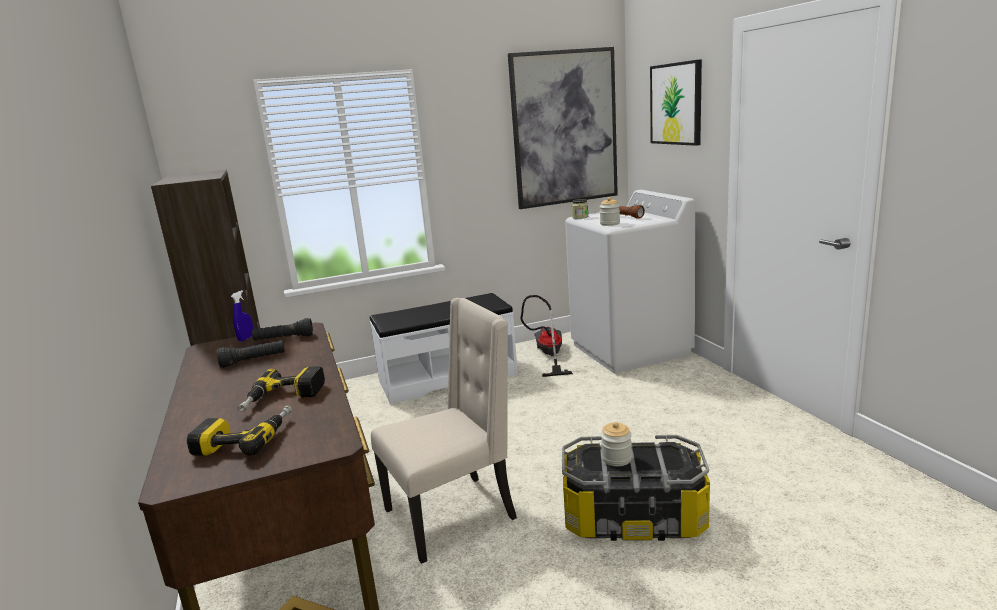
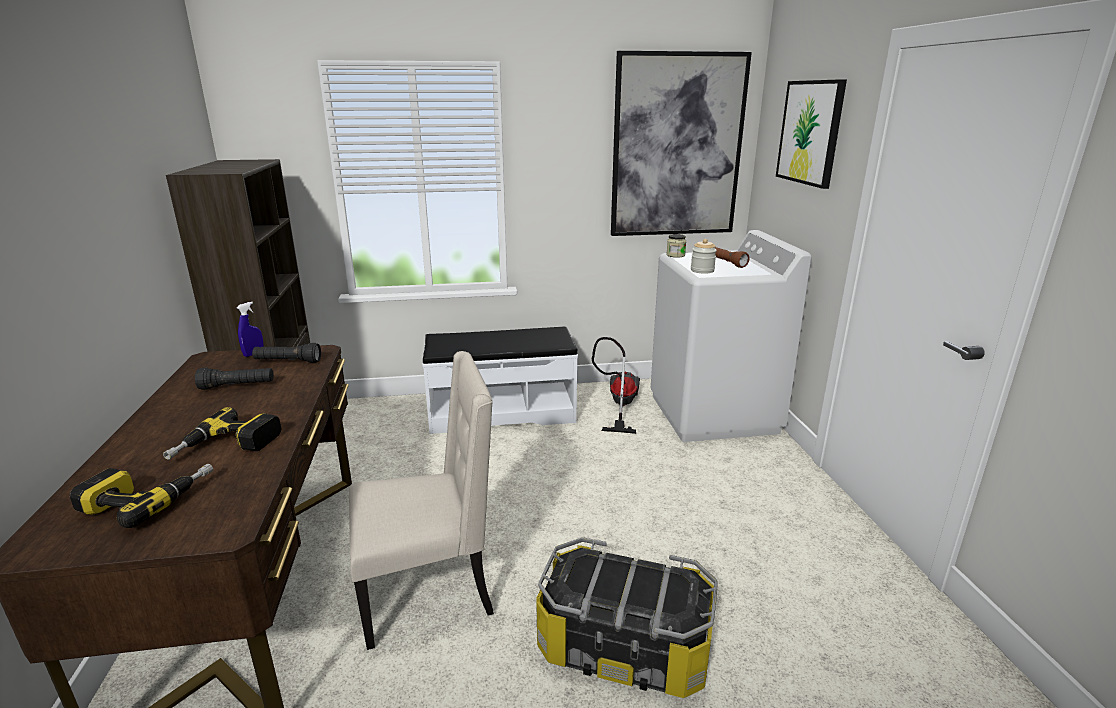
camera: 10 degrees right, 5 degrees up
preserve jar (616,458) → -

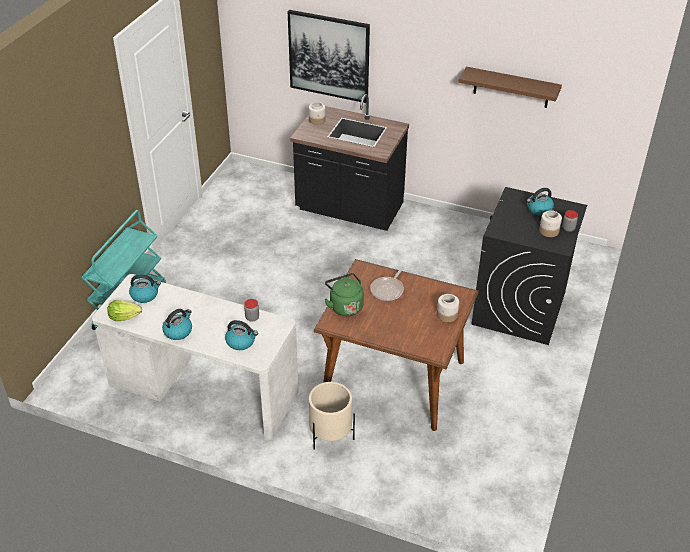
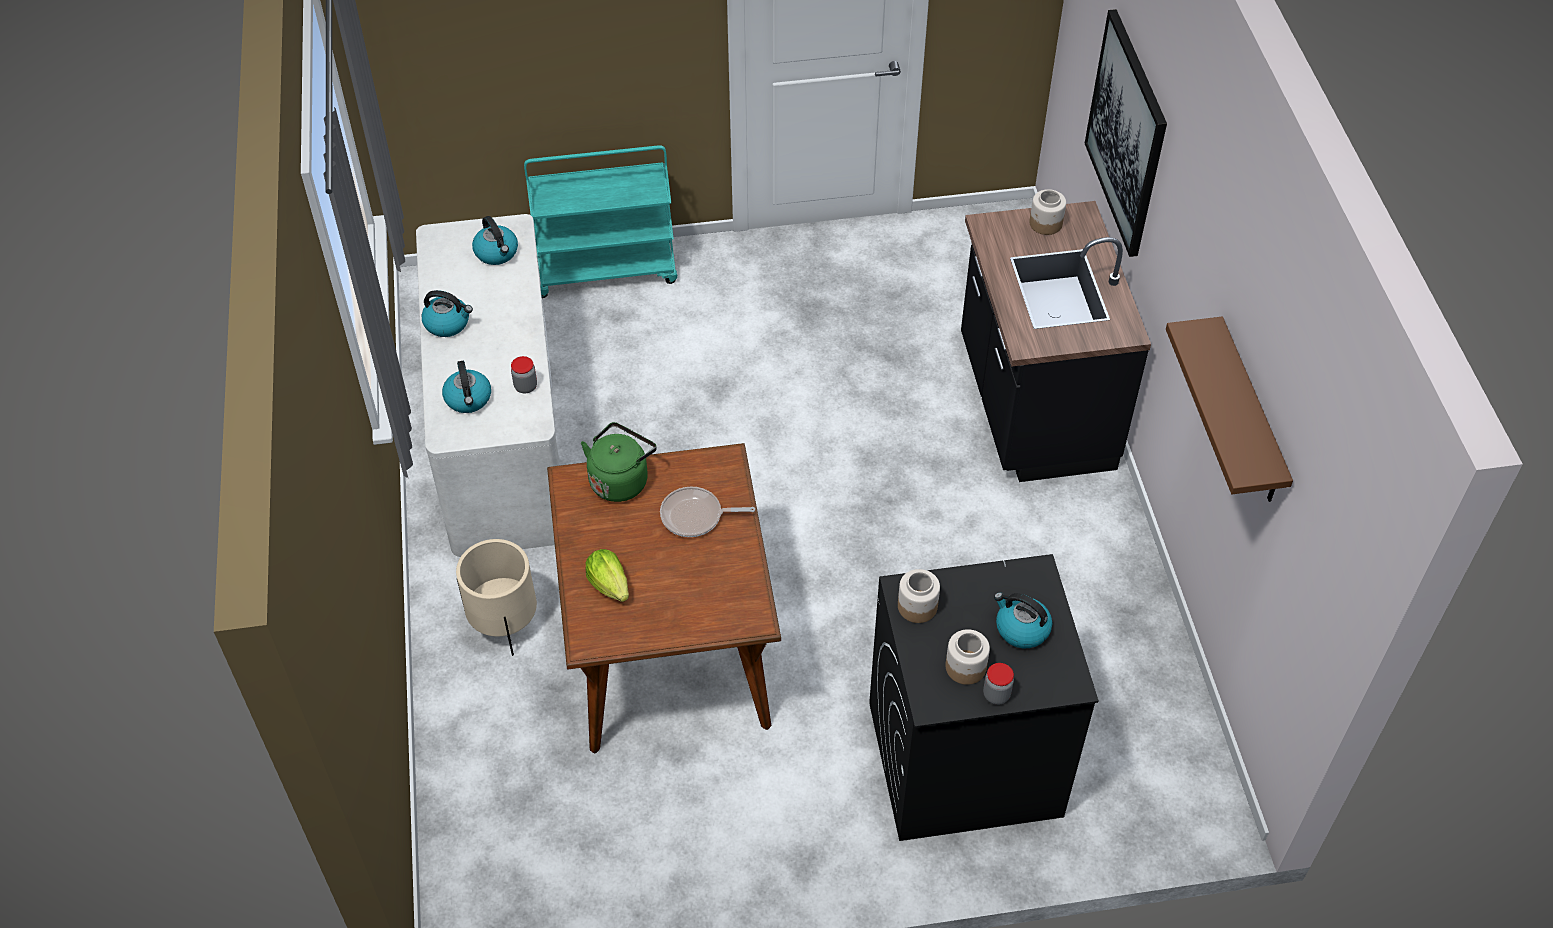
camera: 60 degrees right, 10 degrees up
lettuce head (124,317) → lettuce head (609,584), moved
preserve jar (447,315) → preserve jar (917,607), moved

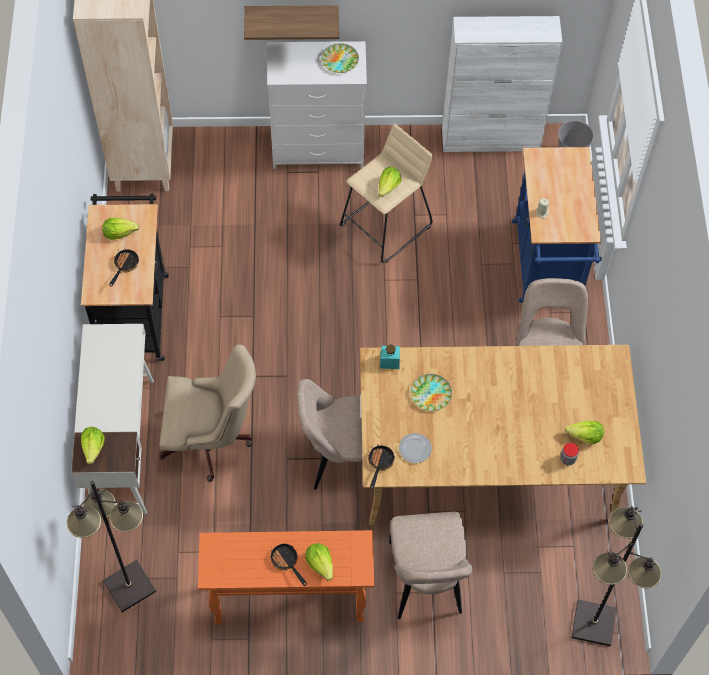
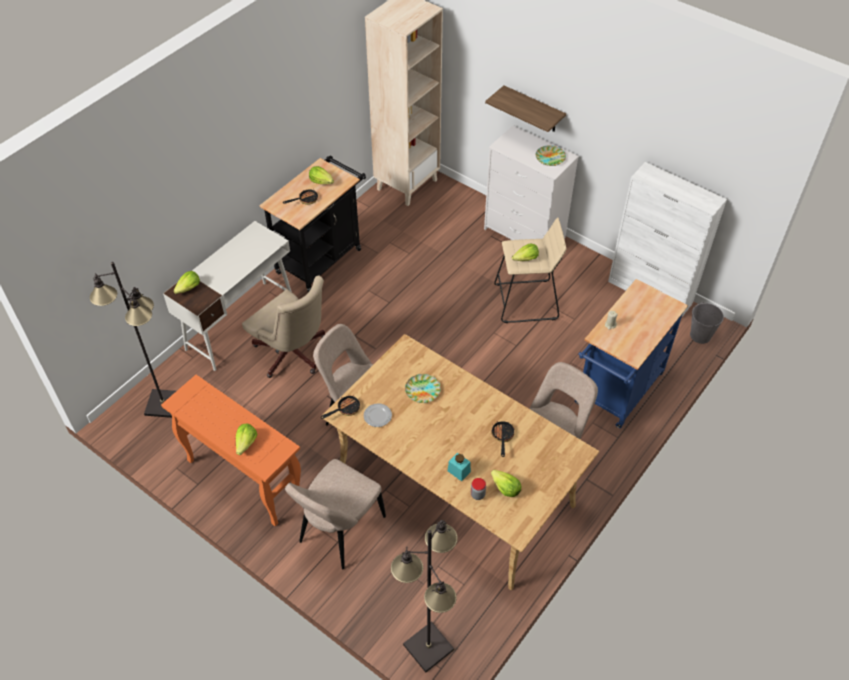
camera: 40 degrees right, 10 degrees down
pan (286,562) → pan (502,437), moved
turquoise preserve jar (389,361) → turquoise preserve jar (459,471), moved

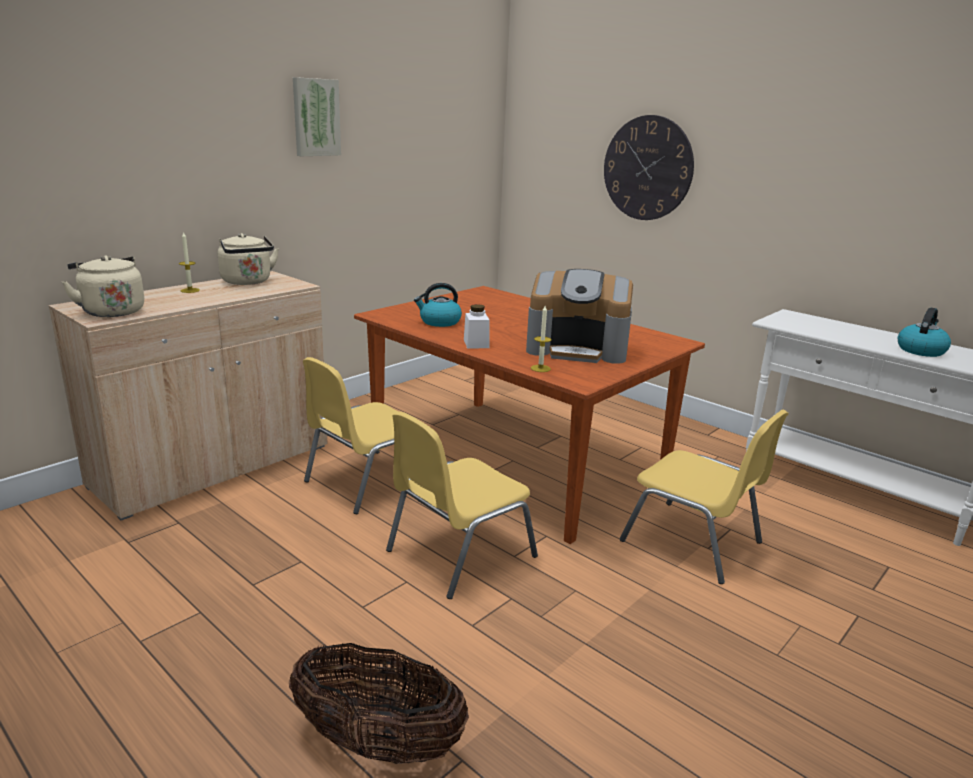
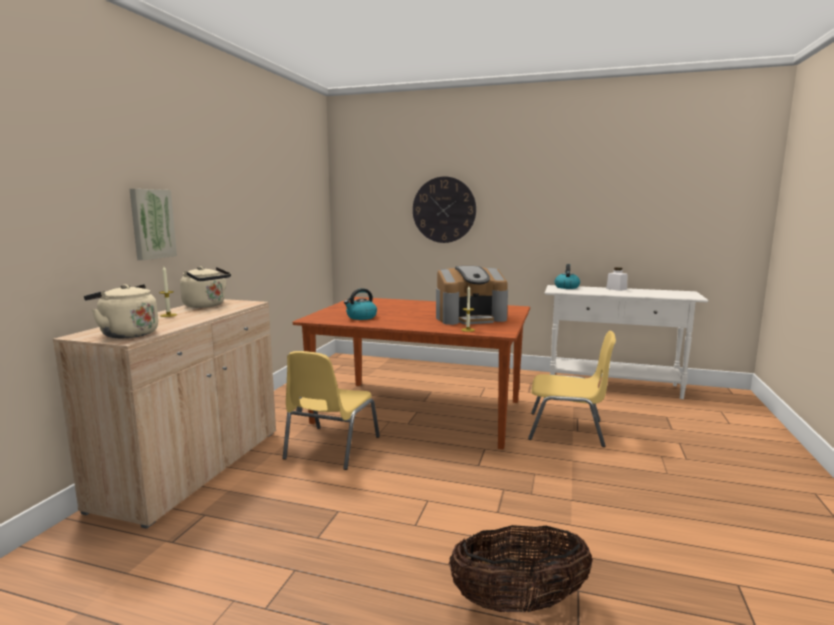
camera: 25 degrees left, 10 degrees down
yellowish chair (458,553) → -
wall picture (315,117) → wall picture (151,224), moved
white-coloured preserve jar (476,343) → white-coloured preserve jar (616,289), moved
tea kettle (920,350) → tea kettle (566,287), moved

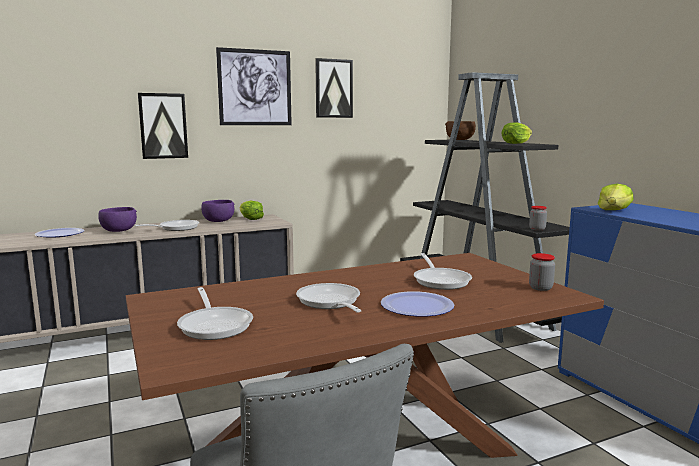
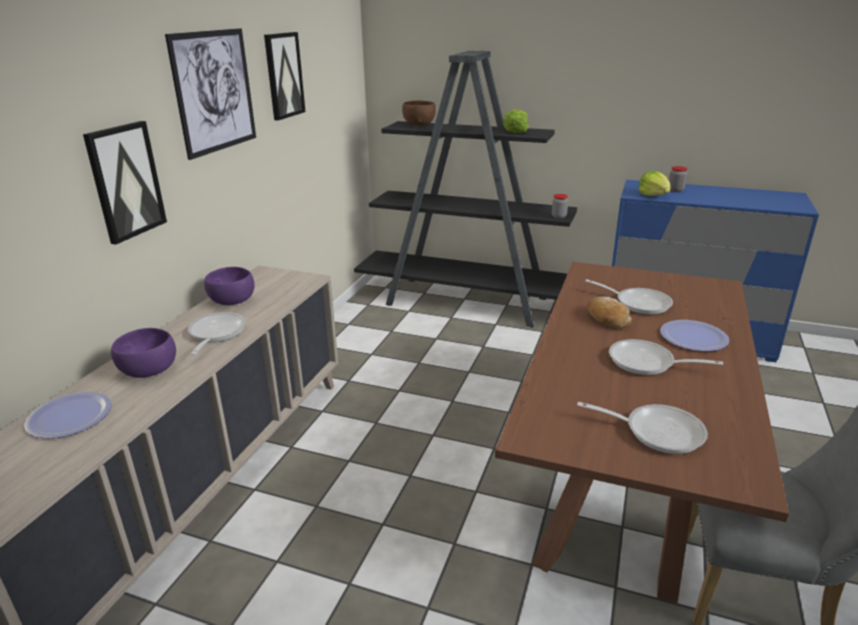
camera: 45 degrees left, 15 degrees up
lettuce head (250,219) → -
- → bread (607,319)
preserve jar (540,288) → preserve jar (675,190), moved

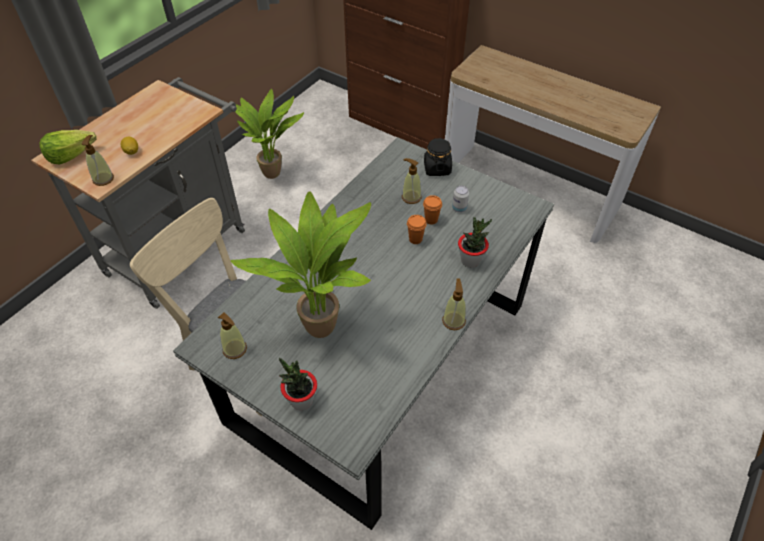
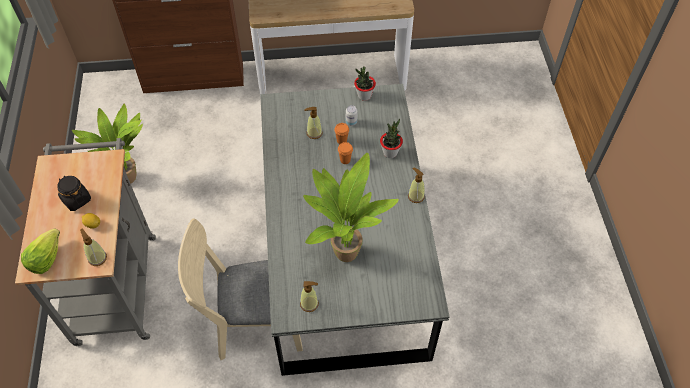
camera: 40 degrees left, 5 degrees up
plant in a pot (301,400) → plant in a pot (364,96), moved
blackish preserve jar (437,168) → blackish preserve jar (76,200), moved

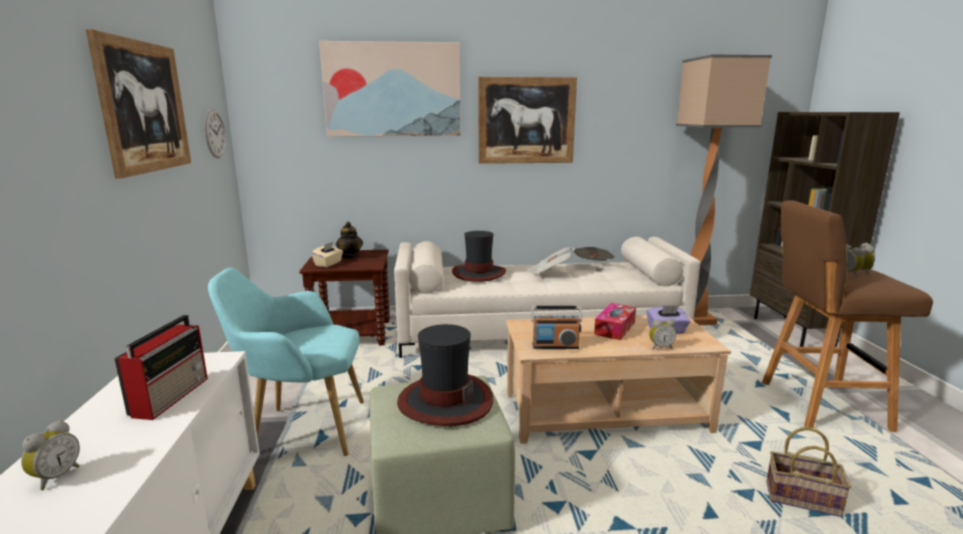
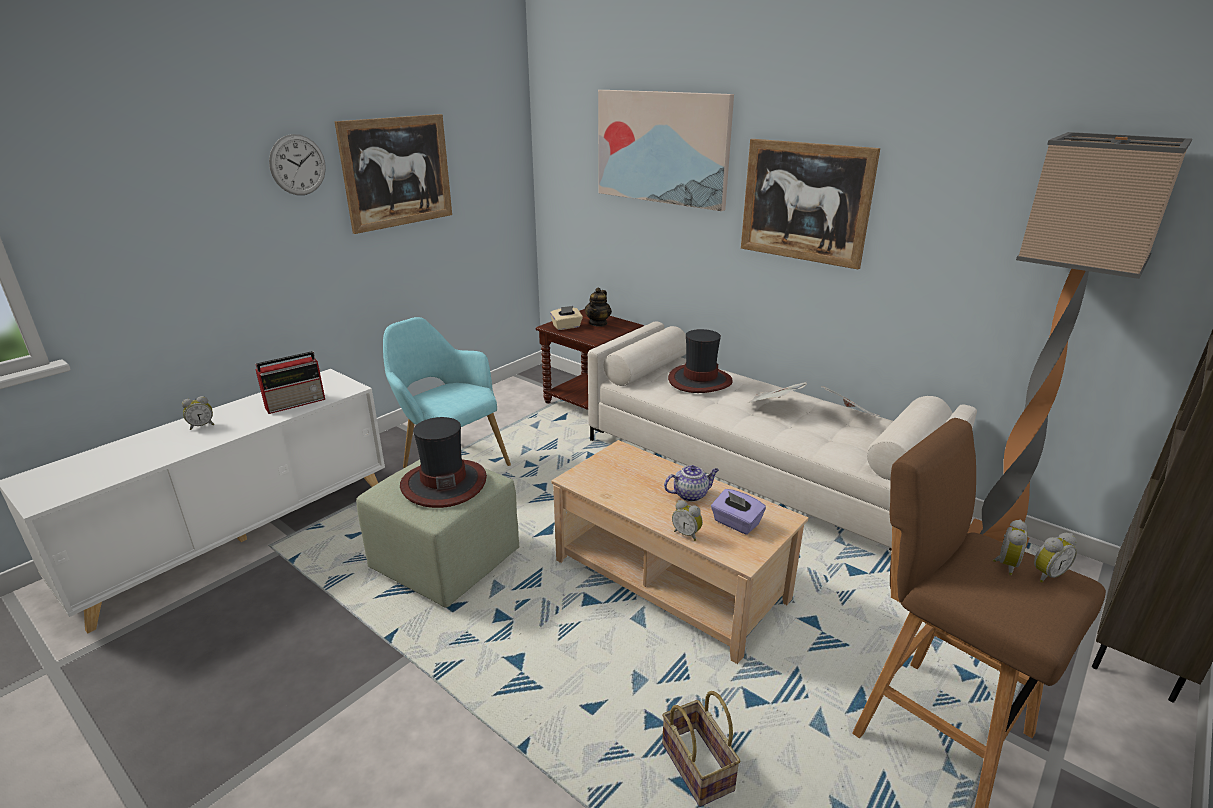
camera: 45 degrees right, 10 degrees up
radio receiver (555,346) → -
wall clock (215,133) → wall clock (298,165), moved
box of tissues (614,328) → teapot (691,494)

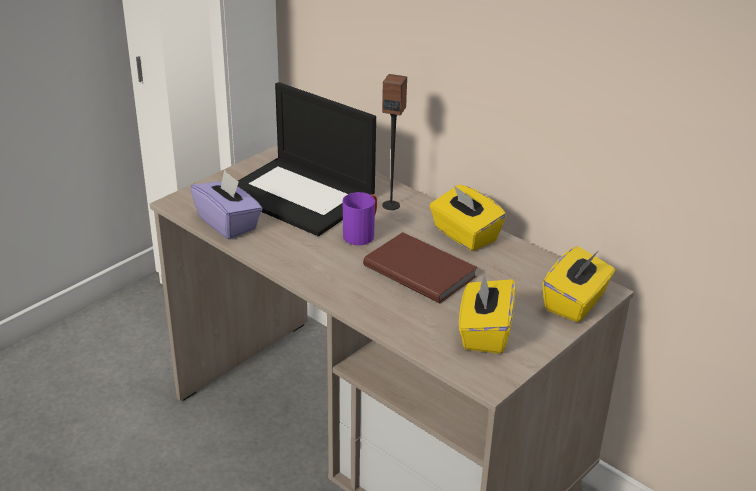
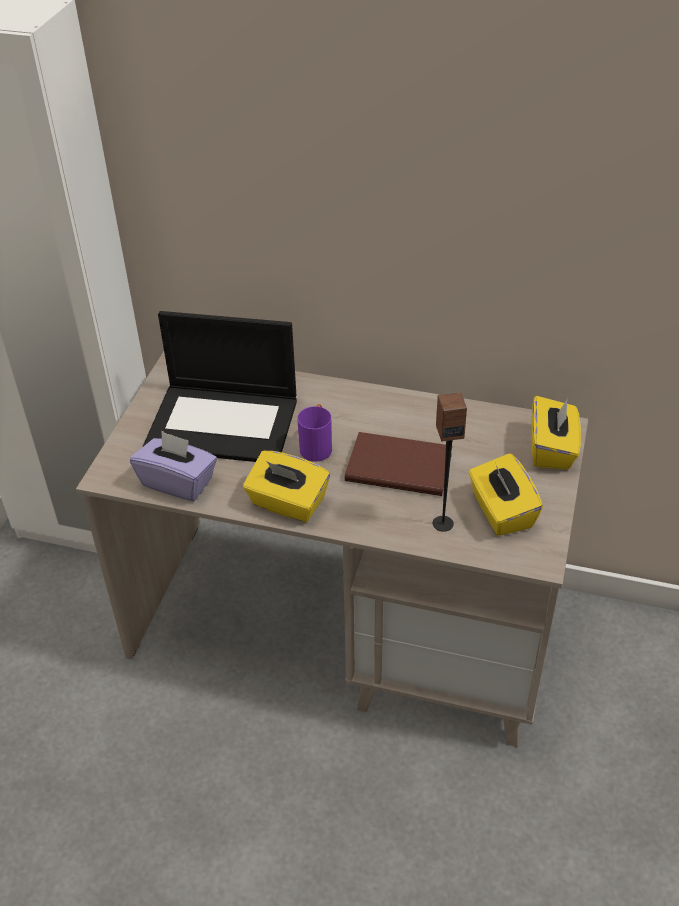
camera: 25 degrees left, 10 degrees up
loudspeaker (391,205) → loudspeaker (443,523), moved
yellowish box of tissues (464,235) → yellowish box of tissues (287,503), moved

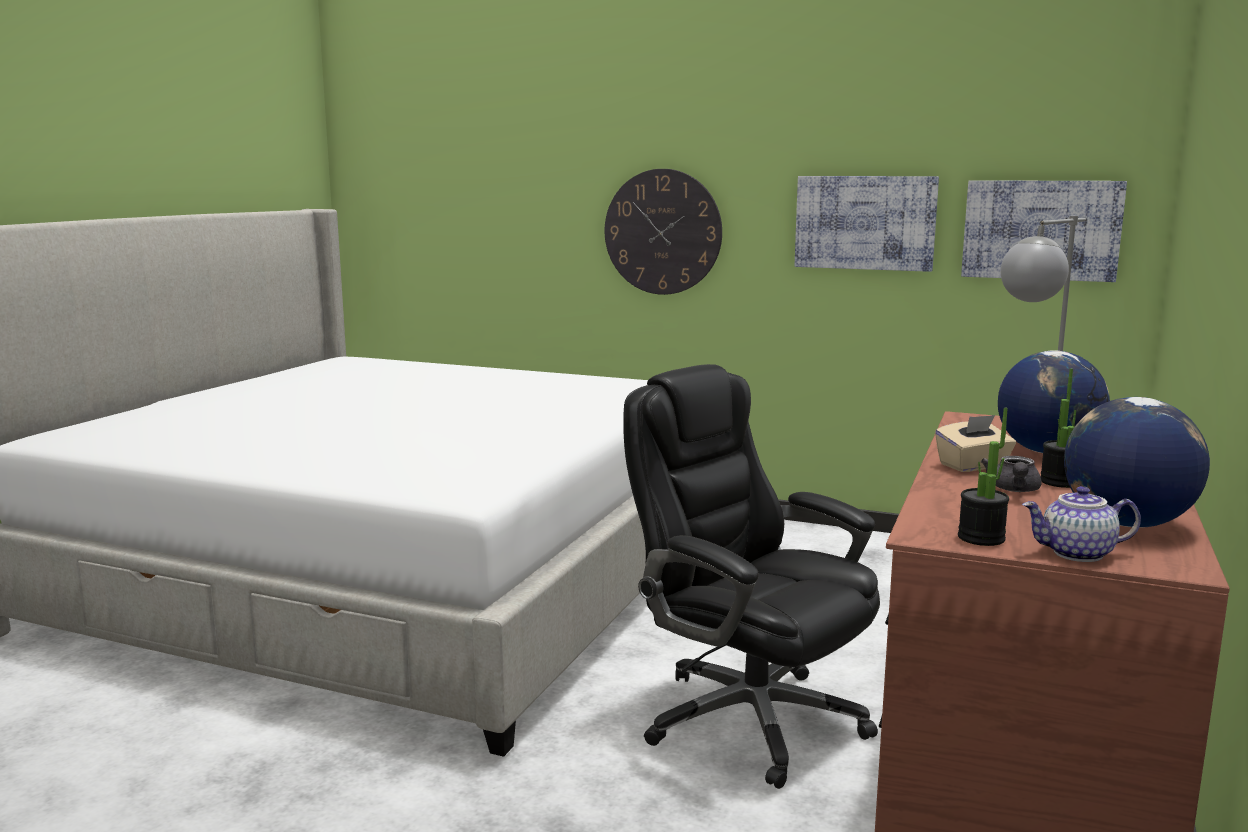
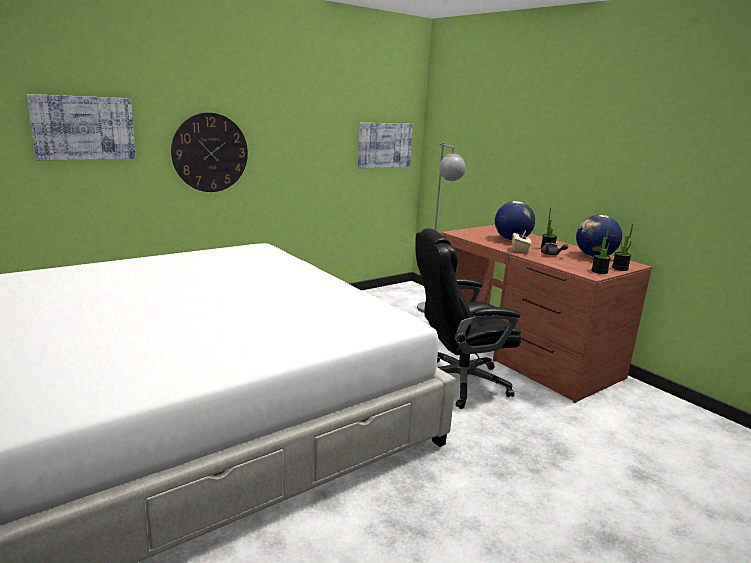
camera: 60 degrees left, 5 degrees up
wall picture (865,222) → wall picture (84,128), moved
teapot (1077,554) → plant in a pot (620,268)

